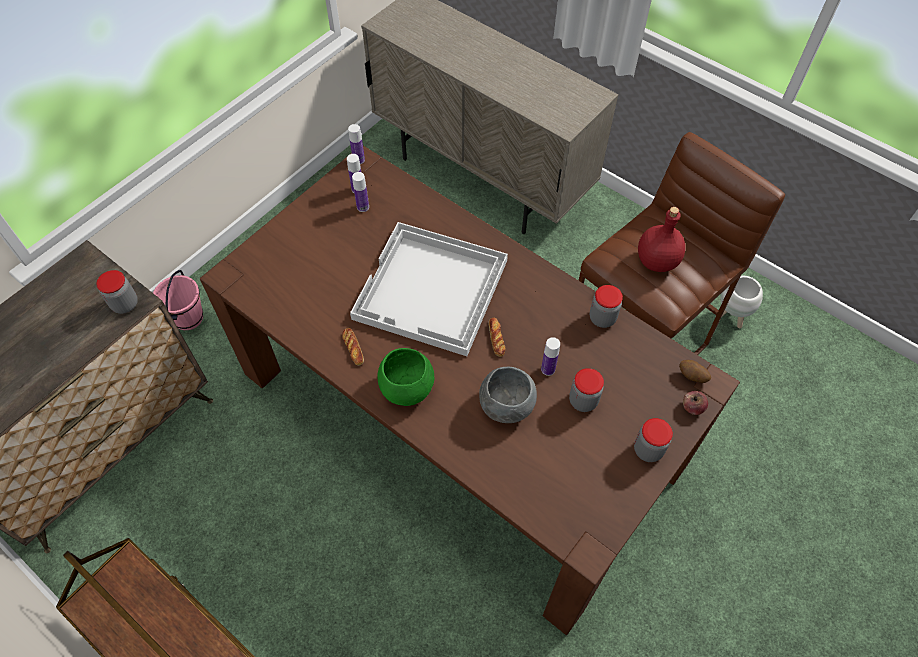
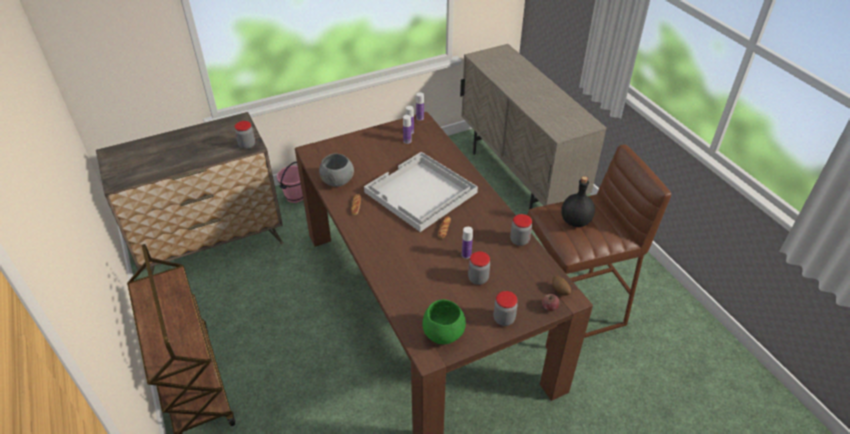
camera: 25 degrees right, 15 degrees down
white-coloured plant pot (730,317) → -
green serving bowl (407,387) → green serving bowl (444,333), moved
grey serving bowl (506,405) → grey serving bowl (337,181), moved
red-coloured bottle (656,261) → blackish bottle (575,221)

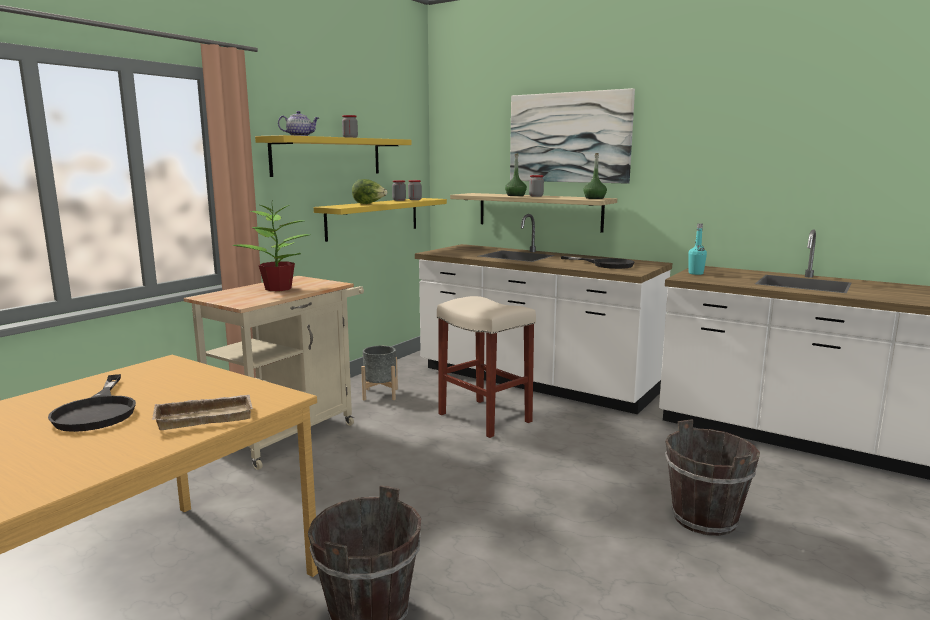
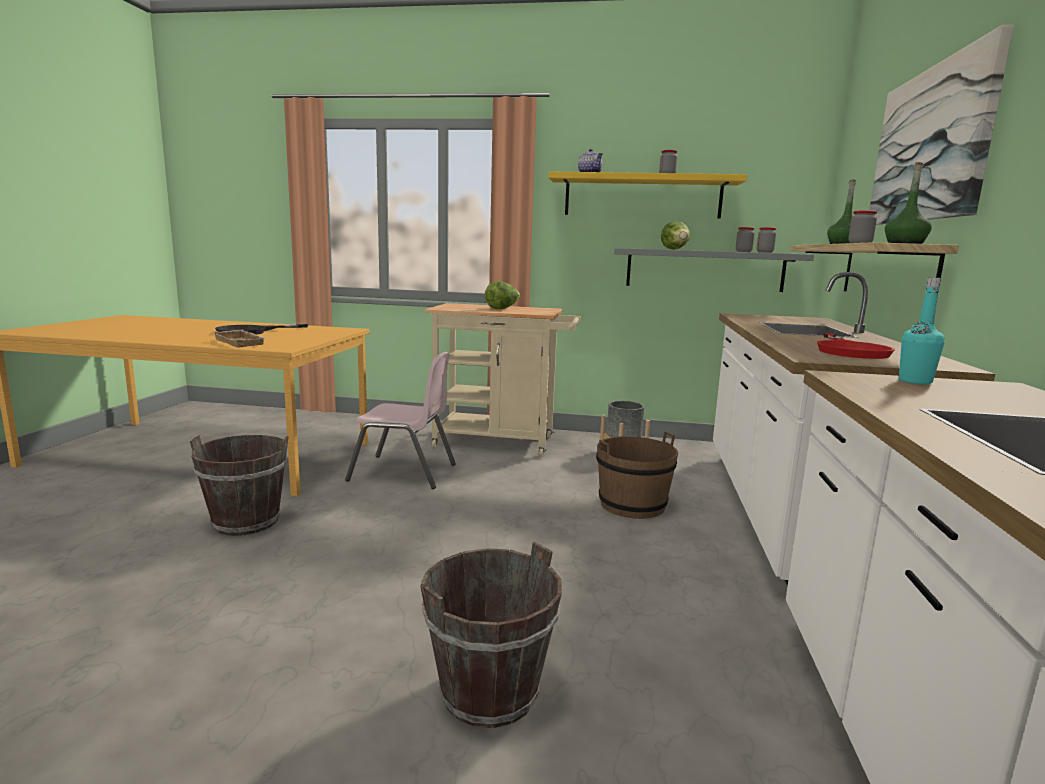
camera: 65 degrees right, 0 degrees up
- → pinkish chair (403,472)
plant in a pot (279,288) → lettuce head (502,309)
beige-coloured sitting stool (483,417) → brown-coloured pail (632,505)
yellowish wall shelf (373,218) → grey wall shelf (704,270)
blackish pan (606,264) → red-coloured pan (849,350)

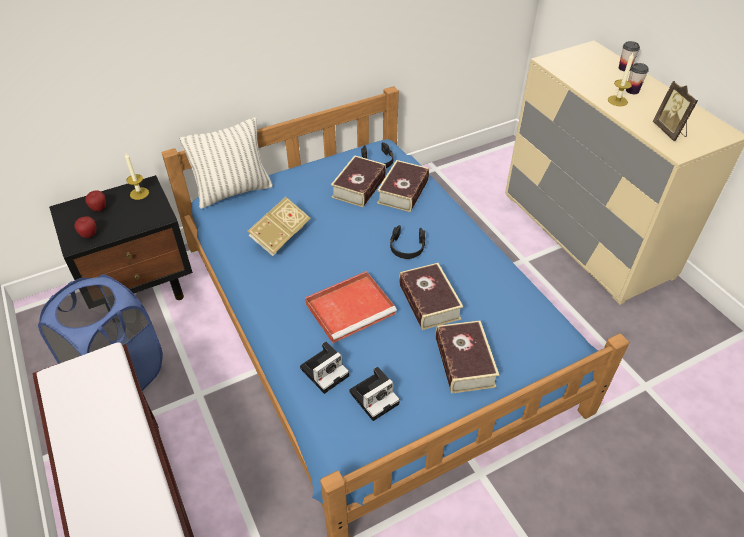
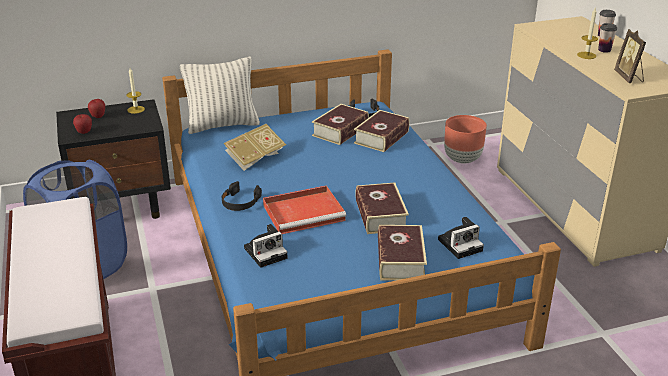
camera: 10 degrees right, 15 degrees down
- → brown-coloured plant pot (463,159)
still camera (375,396) → still camera (461,244), moved
blackish headset (407,247) → blackish headset (240,202), moved

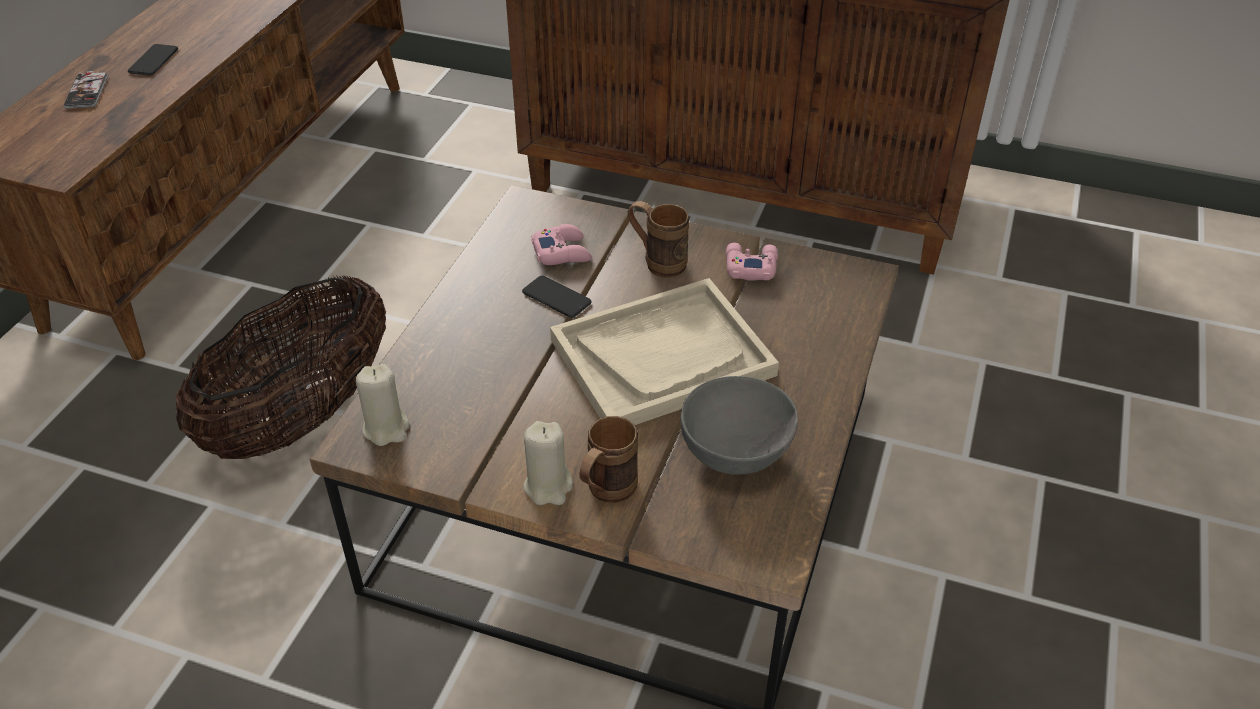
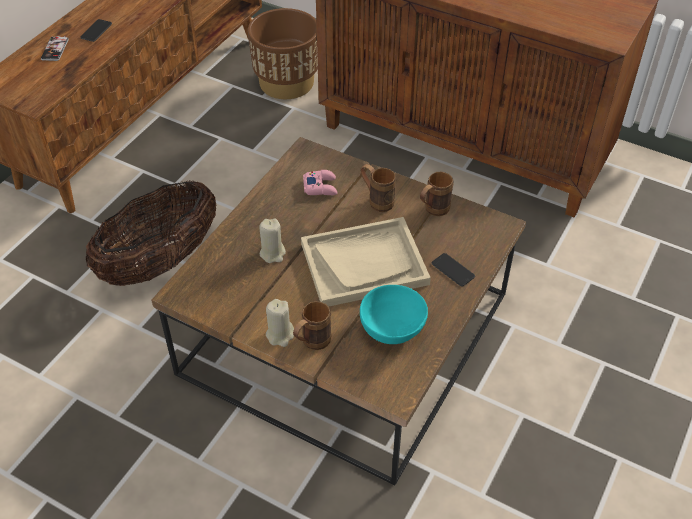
camera: 10 degrees right, 5 degrees up
- → brown-coloured plant pot (286,83)
beige-coloured candle (386,428) → beige-coloured candle (272,253), moved
phone (556,298) → phone (453,270), moved
pinkish game controller (750,266) → brown-coloured tea mug (433,211)
grey serving bowl (738,453) → turquoise serving bowl (393,330)

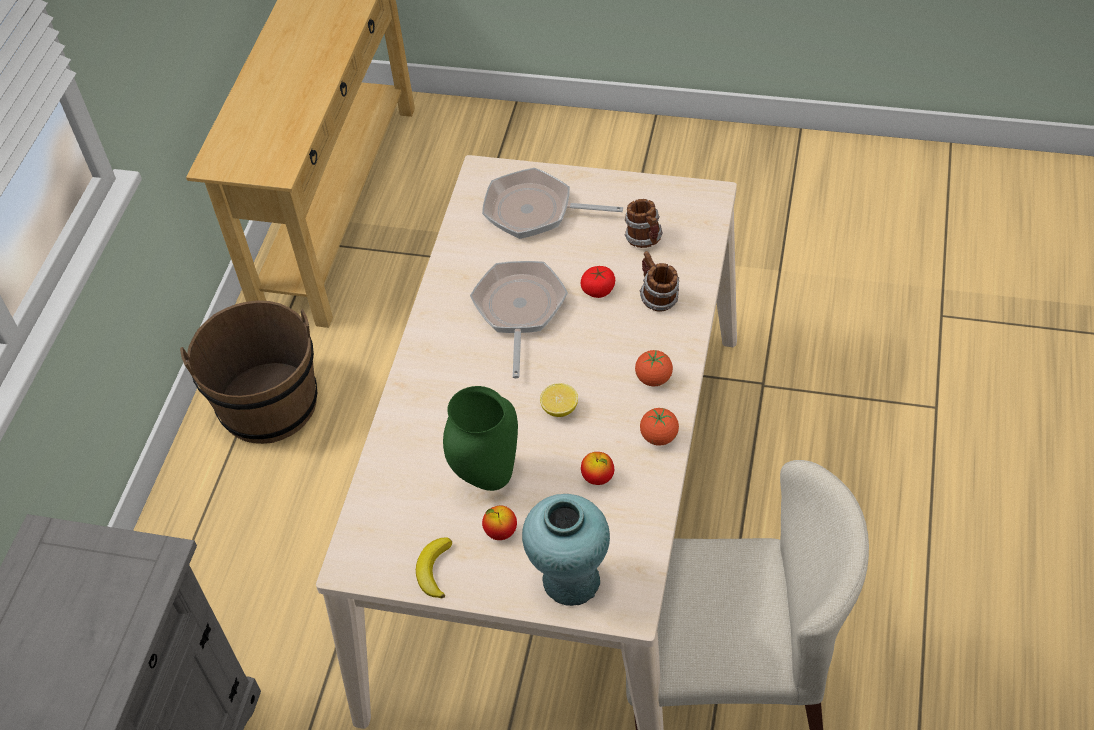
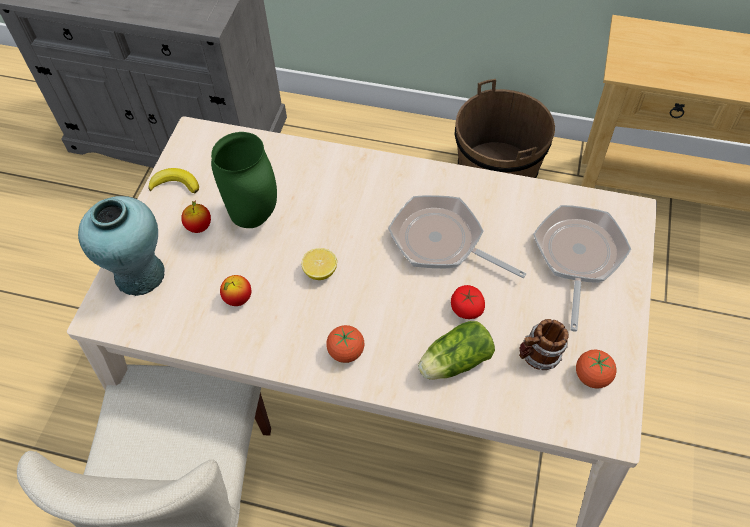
camera: 90 degrees right, 5 degrees up
tomato (659,437) → tomato (592,376), moved
tea mug (657,298) → lettuce head (453,362)
pan (519,310) → pan (442,242), 150 degrees counterclockwise

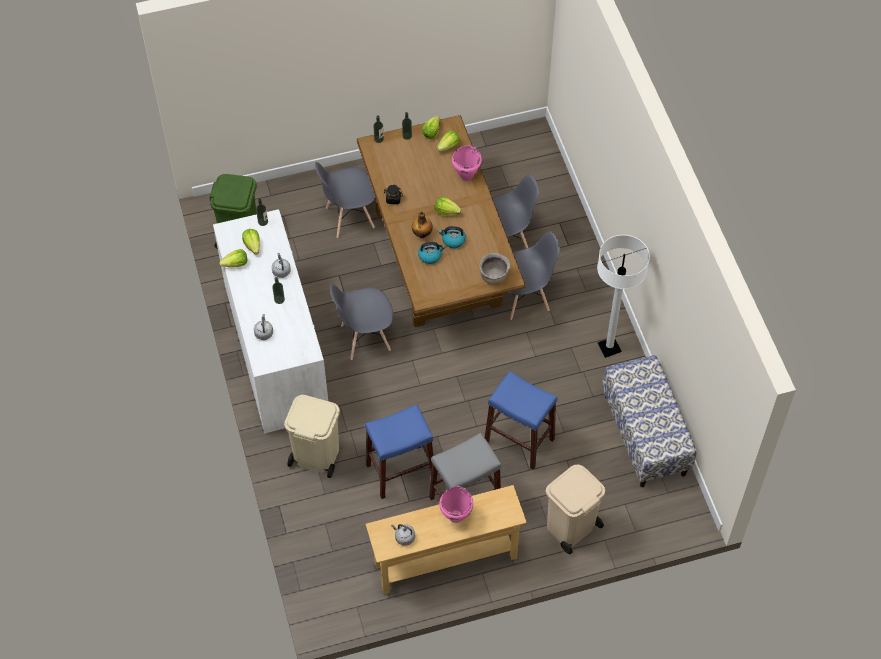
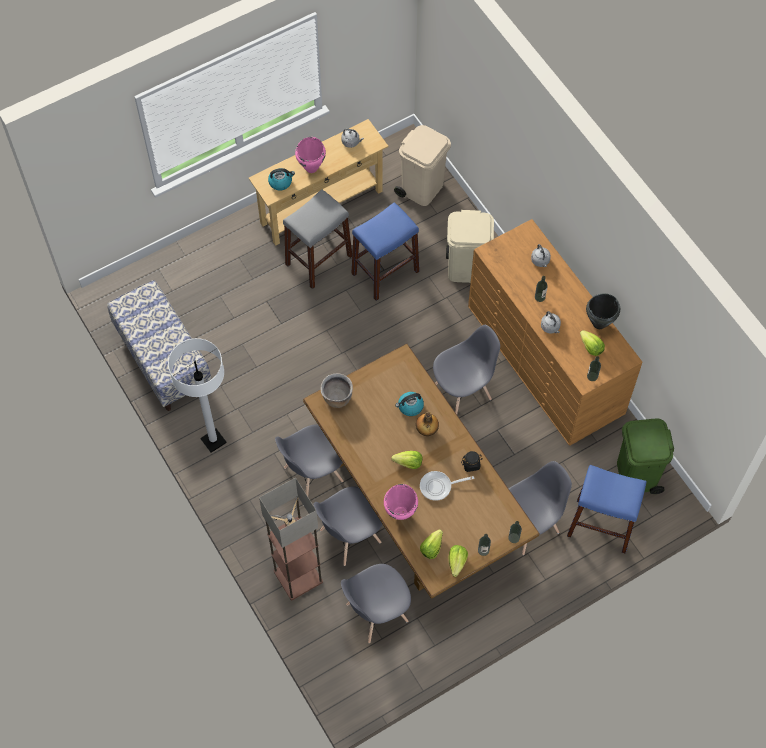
camera: 165 degrees right, 5 degrees up
- → floor lamp (298,577)
- → grey chair (376,613)
- → pan (438,486)
tea kettle (453,240) → tea kettle (280,182), moved
blue-coloured sitting stool (519,440) → blue-coloured sitting stool (601,525), moved
beige-coloured waste bin (570,527) → beige-coloured waste bin (422,188), moved
lettuce head (236,264) → blackish saucepot (598,323)
white-coloured dresser (276,349) → brown-coloured dresser (545,359)

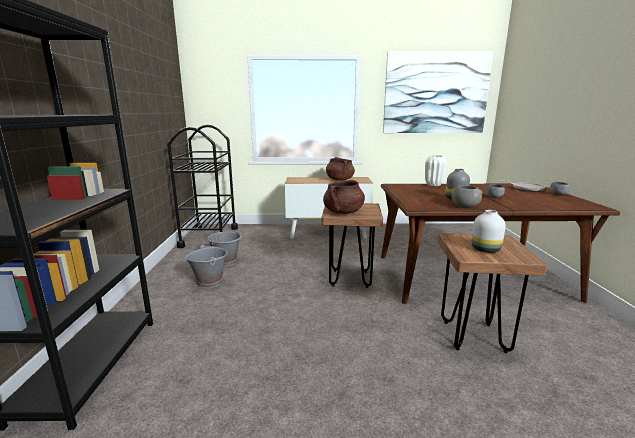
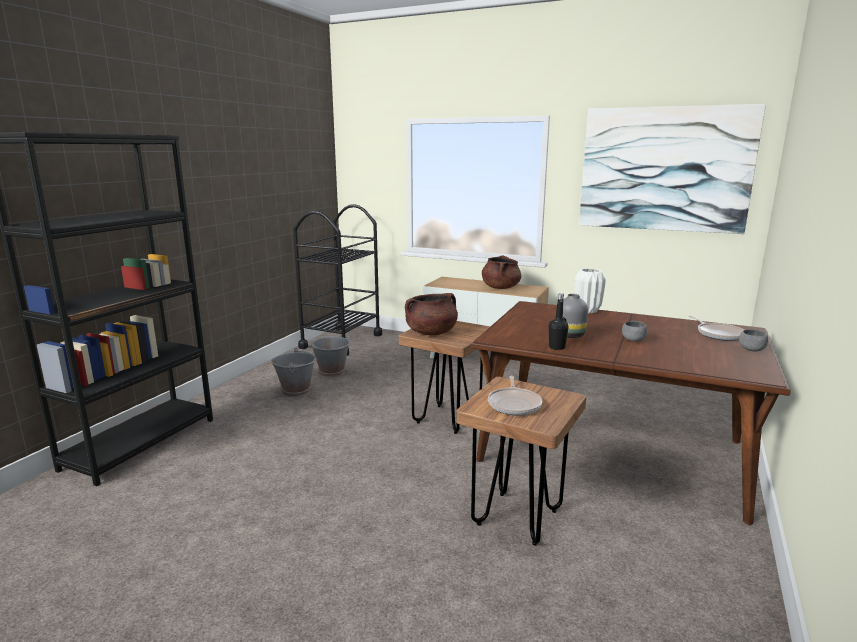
camera: 25 degrees right, 0 degrees up
grey serving bowl (464,207) → blackish bottle (557,347)
white-coloured flower vase (485,249) → pan (514,404)

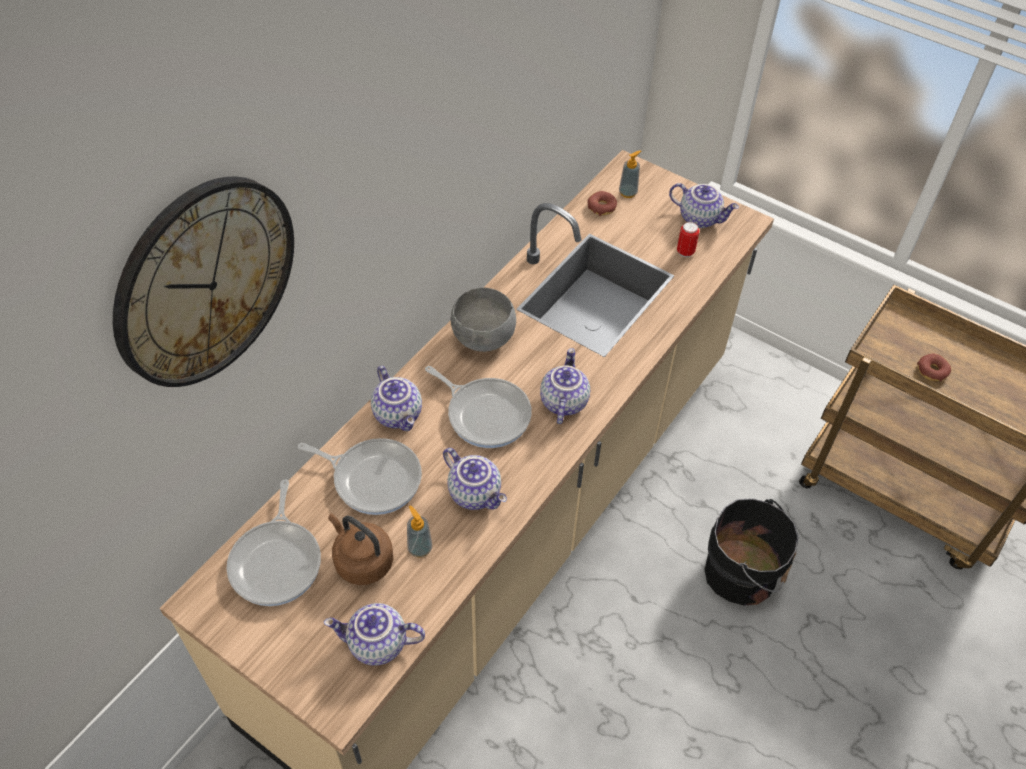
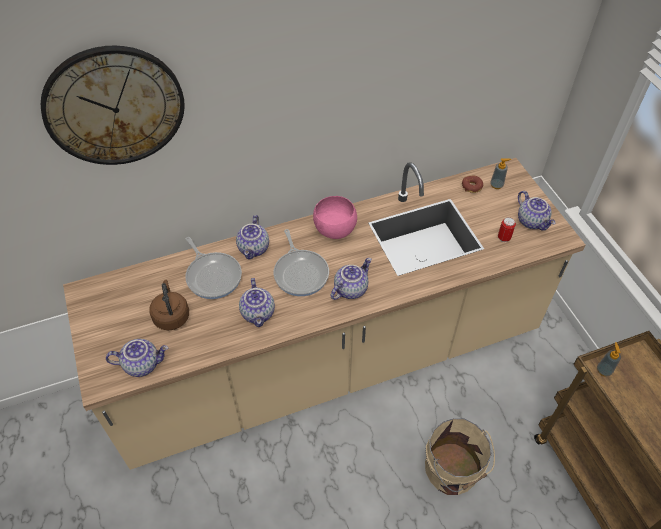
camera: 35 degrees right, 0 degrees up
pan (277,561) → -
doughnut (932,371) → -
soap dispenser (420,548) → soap dispenser (604,370), moved
grey serving bowl (483,340) → pinkish serving bowl (334,231)
blackish pail (744,574) → beige-coloured pail (453,471)
teapot (377,645) → teapot (142,364), 135 degrees clockwise

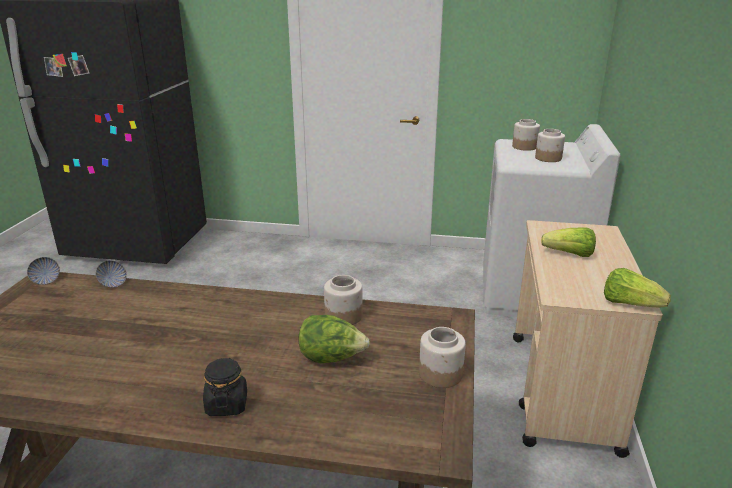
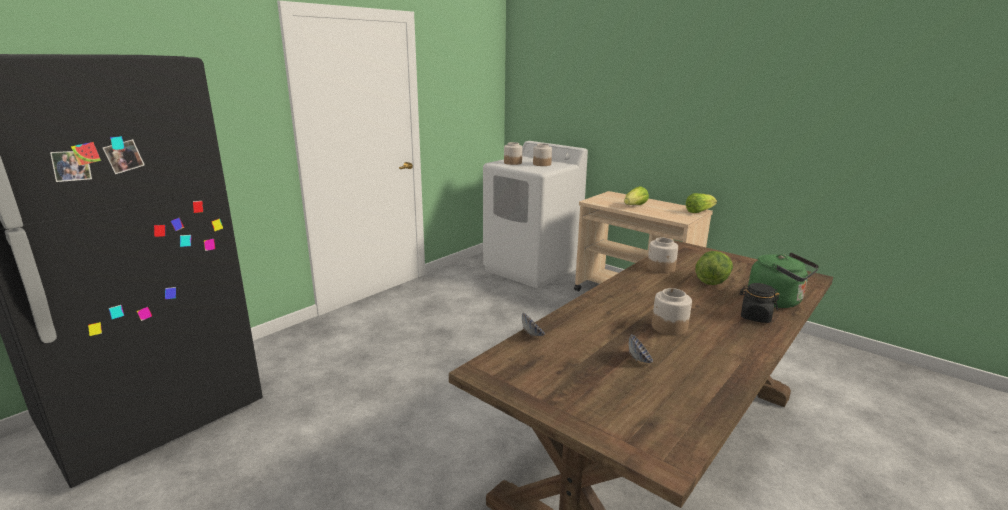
camera: 60 degrees left, 5 degrees down
- → green tea kettle (777,301)
serving bowl (46,280) → serving bowl (639,359), moved
preserve jar (441,374) → preserve jar (669,327), moved

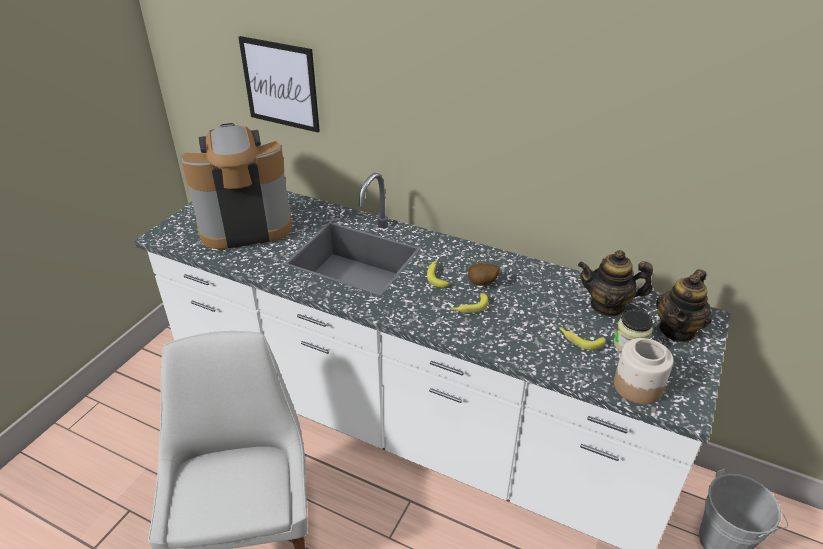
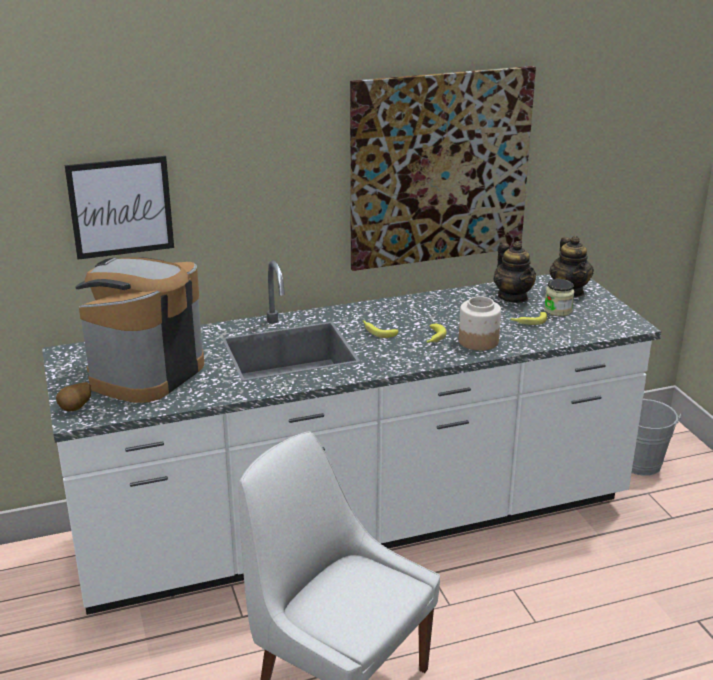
camera: 45 degrees left, 10 degrees down
- → wall picture (439,168)
spud (482,284) → spud (76,409), moved
preserve jar (637,386) → preserve jar (478,341), moved
teapot (607,306) → teapot (513,297), 75 degrees counterclockwise

